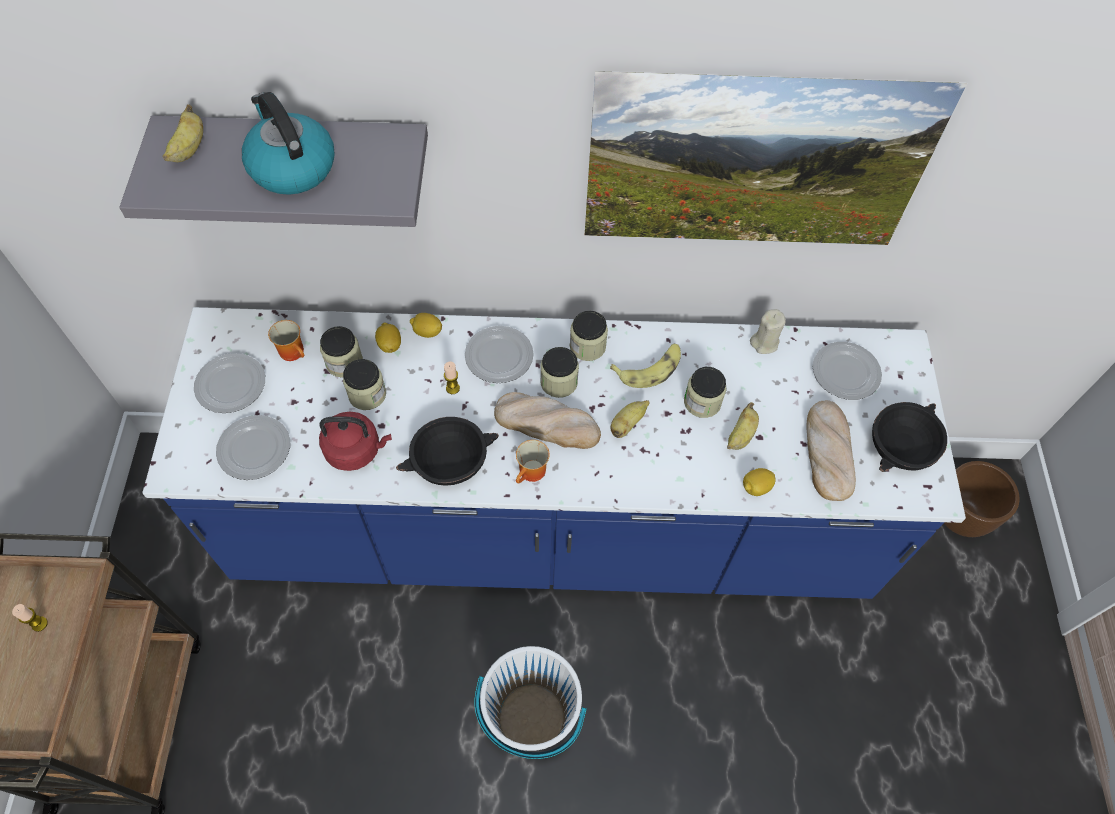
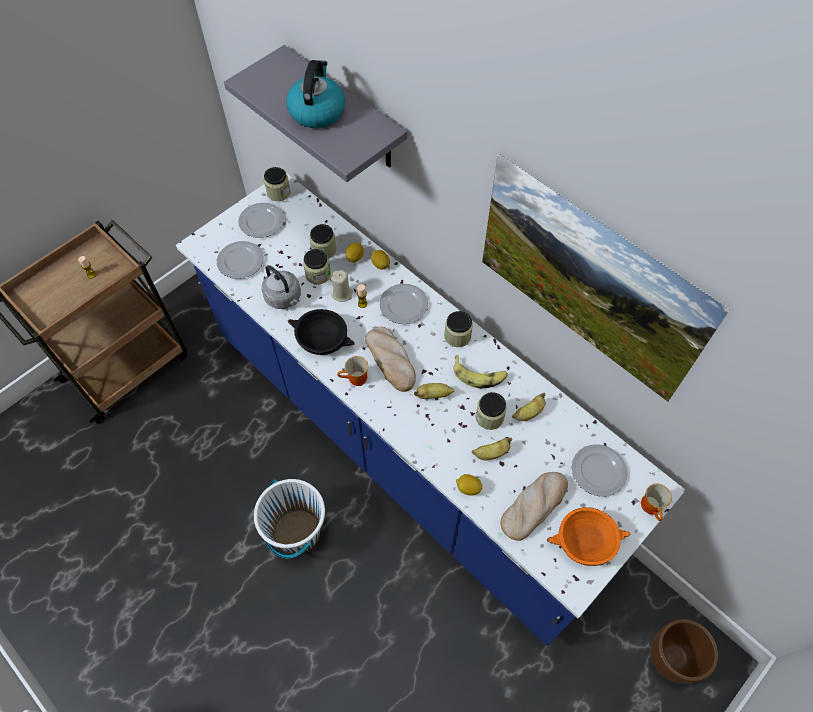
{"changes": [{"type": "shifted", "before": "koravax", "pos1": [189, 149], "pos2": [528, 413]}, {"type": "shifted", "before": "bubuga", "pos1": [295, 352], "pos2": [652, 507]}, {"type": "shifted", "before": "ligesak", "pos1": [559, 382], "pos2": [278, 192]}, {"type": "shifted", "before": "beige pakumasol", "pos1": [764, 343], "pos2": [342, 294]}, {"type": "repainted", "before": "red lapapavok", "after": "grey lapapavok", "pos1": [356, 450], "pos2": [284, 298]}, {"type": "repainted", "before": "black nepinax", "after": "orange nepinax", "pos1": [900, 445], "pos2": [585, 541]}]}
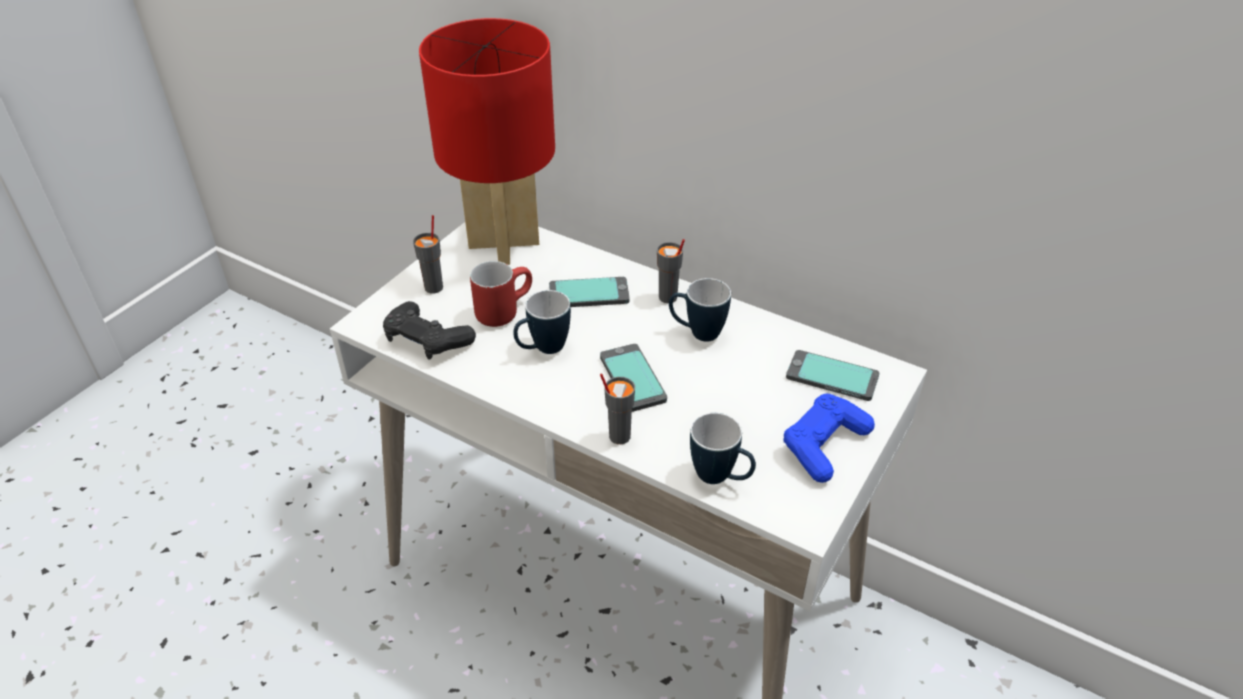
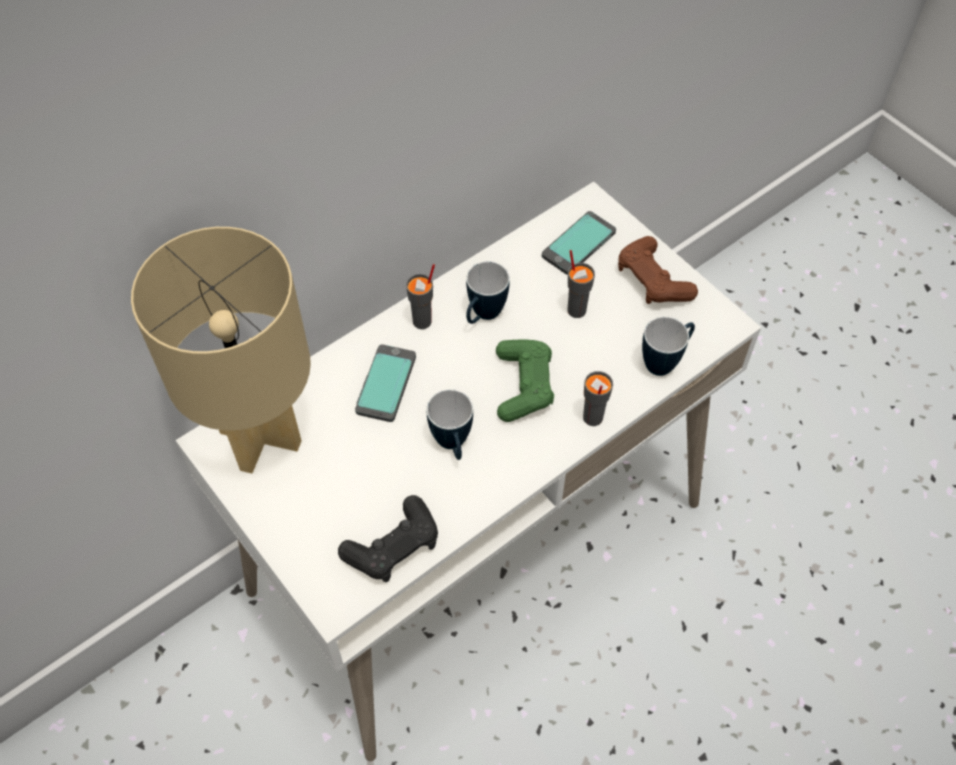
{"changes": [{"type": "gone", "before": "red bubuga", "pos1": [503, 310]}, {"type": "shifted", "before": "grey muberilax", "pos1": [434, 287], "pos2": [576, 310]}, {"type": "swapped", "before": "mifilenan", "after": "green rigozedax", "pos1": [632, 379], "pos2": [523, 385]}, {"type": "repainted", "before": "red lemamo", "after": "beige lemamo", "pos1": [503, 243], "pos2": [259, 437]}, {"type": "repainted", "before": "blue rigozedax", "after": "brown rigozedax", "pos1": [824, 445], "pos2": [653, 281]}]}
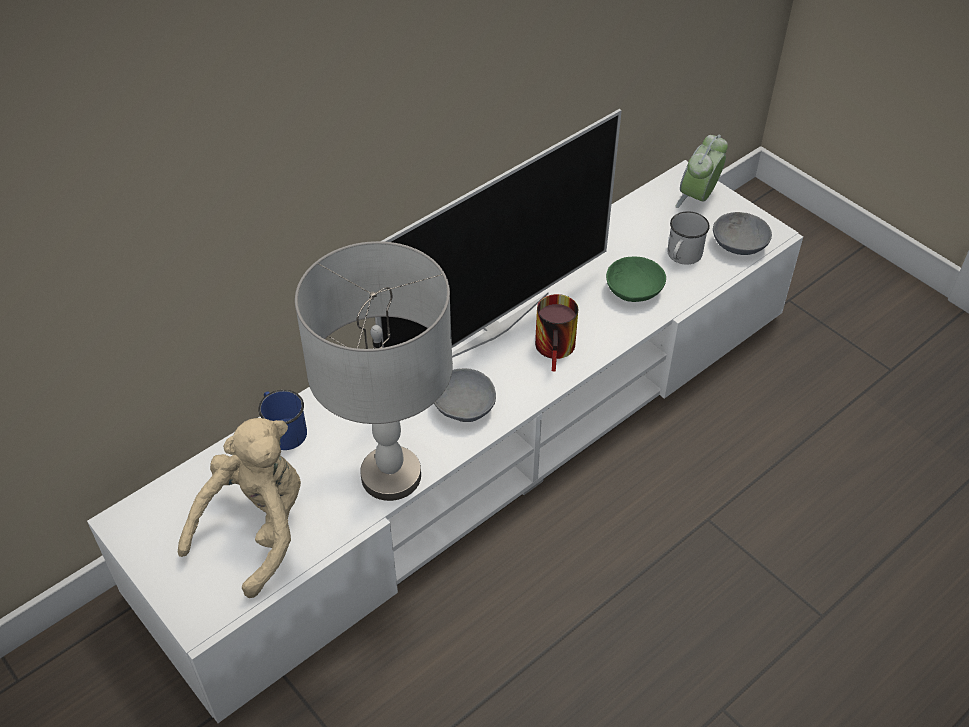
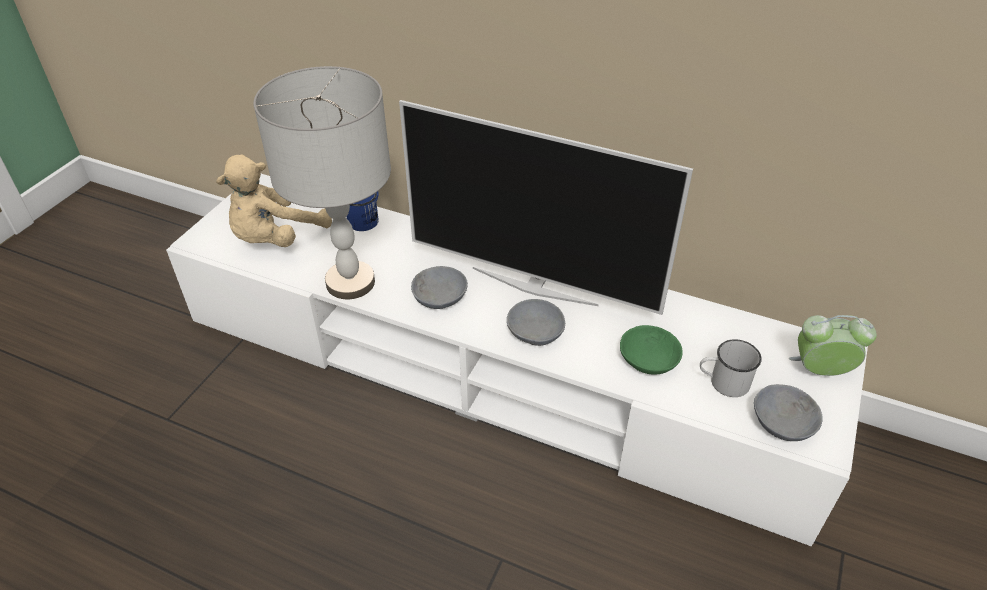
{"changes": [{"type": "swapped", "before": "bubuga", "after": "grey nepinax", "pos1": [558, 349], "pos2": [537, 332]}, {"type": "rotated", "before": "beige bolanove", "pos1": [257, 529], "pos2": [276, 238], "turn": 120}]}
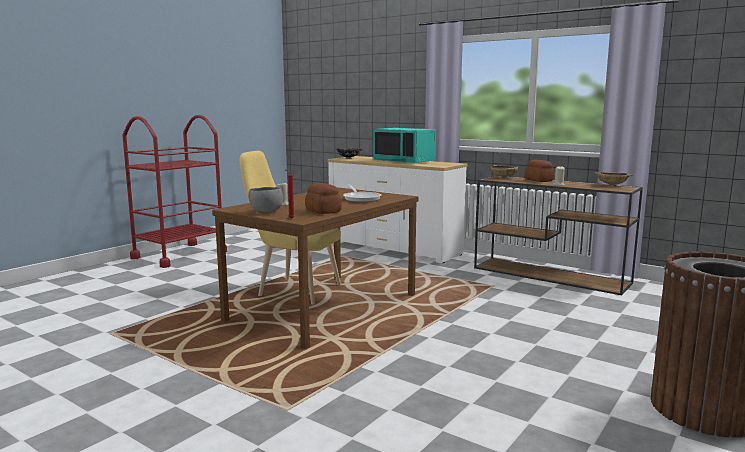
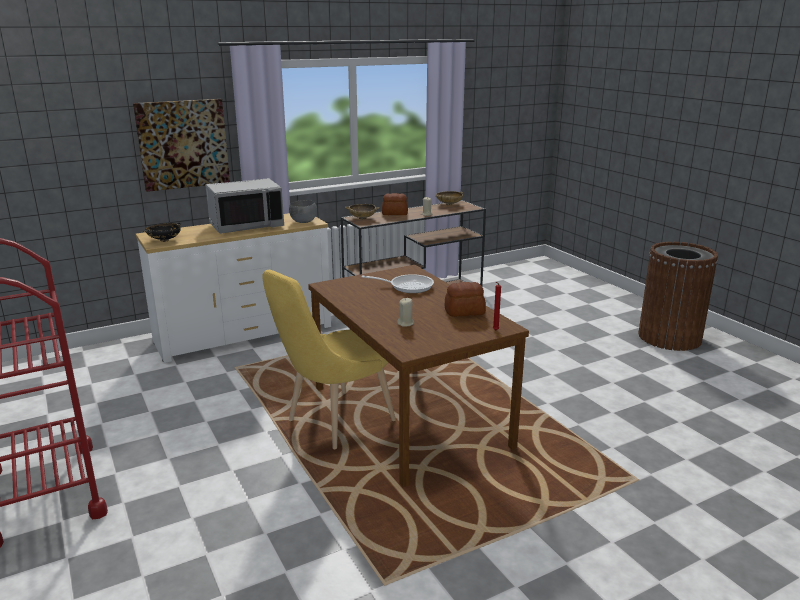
{"changes": [{"type": "new", "after": "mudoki", "pos2": [183, 144]}, {"type": "shifted", "before": "grey nepinax", "pos1": [265, 212], "pos2": [303, 222]}, {"type": "repainted", "before": "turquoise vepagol", "after": "grey vepagol", "pos1": [405, 161], "pos2": [246, 225]}]}
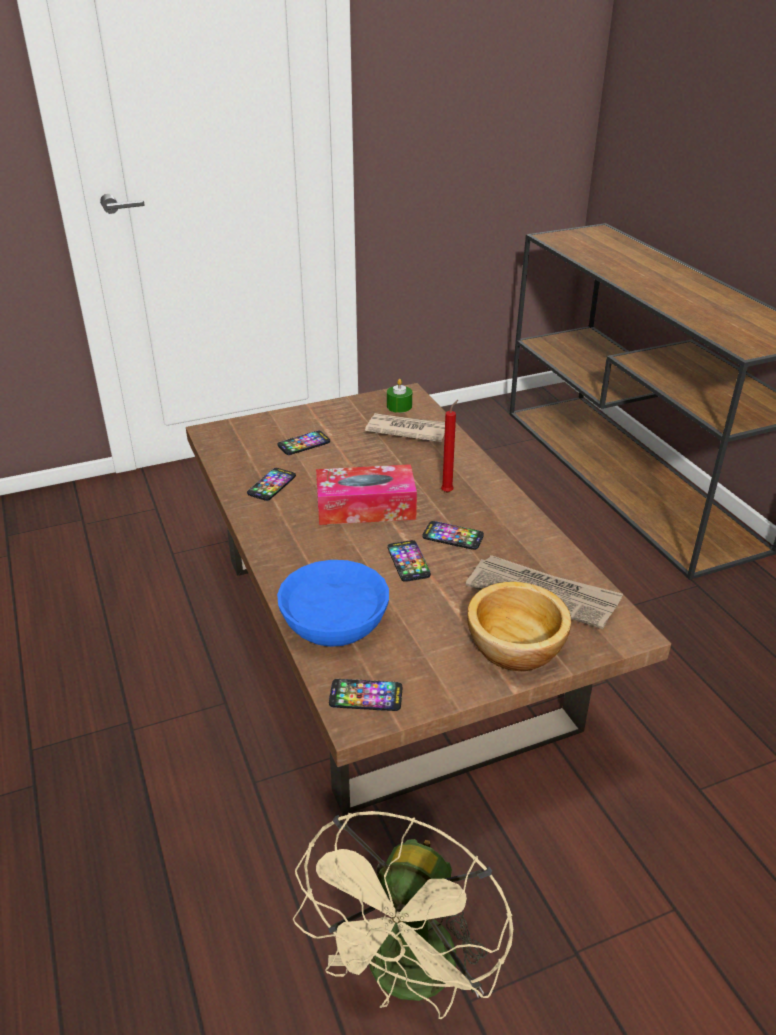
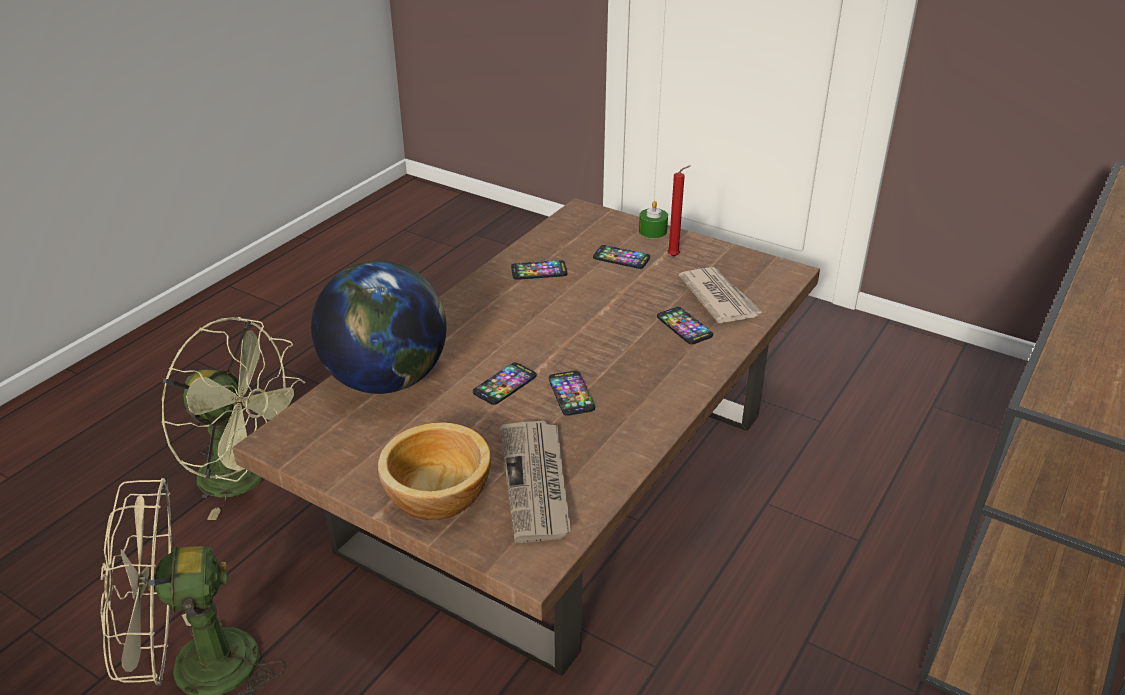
{"changes": [{"type": "gone", "before": "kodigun", "pos1": [365, 507]}, {"type": "new", "after": "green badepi", "pos2": [247, 478]}, {"type": "shifted", "before": "mifilenan", "pos1": [366, 696], "pos2": [684, 326]}, {"type": "shifted", "before": "green pakumasol", "pos1": [399, 406], "pos2": [652, 231]}, {"type": "shifted", "before": "red pakumasol", "pos1": [448, 491], "pos2": [675, 256]}, {"type": "swapped", "before": "blue nepinax", "after": "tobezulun", "pos1": [334, 619], "pos2": [387, 379]}]}
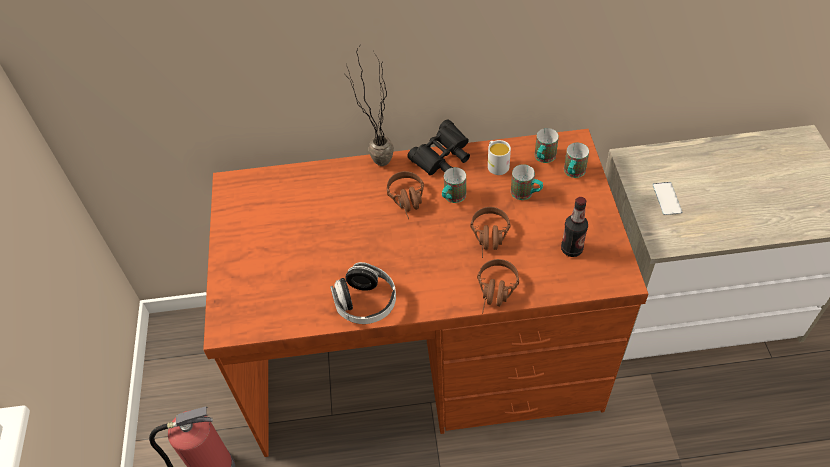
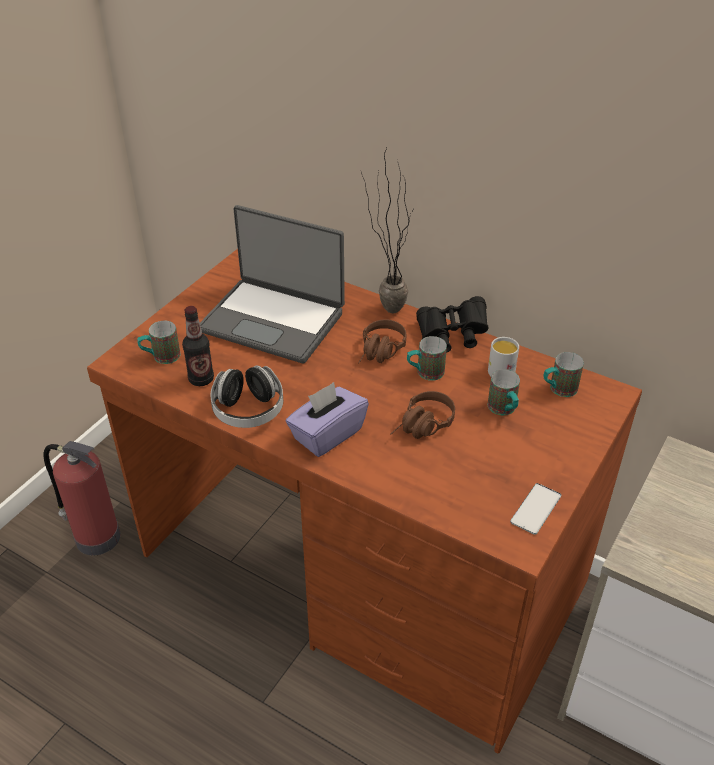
{"changes": [{"type": "gone", "before": "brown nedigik", "pos1": [496, 293]}, {"type": "new", "after": "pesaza", "pos2": [273, 320]}, {"type": "new", "after": "purple kodigun", "pos2": [327, 434]}, {"type": "shifted", "before": "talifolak", "pos1": [571, 249], "pos2": [201, 379]}, {"type": "shifted", "before": "bubuga", "pos1": [572, 173], "pos2": [161, 357]}, {"type": "shifted", "before": "mifilenan", "pos1": [667, 198], "pos2": [535, 509]}]}
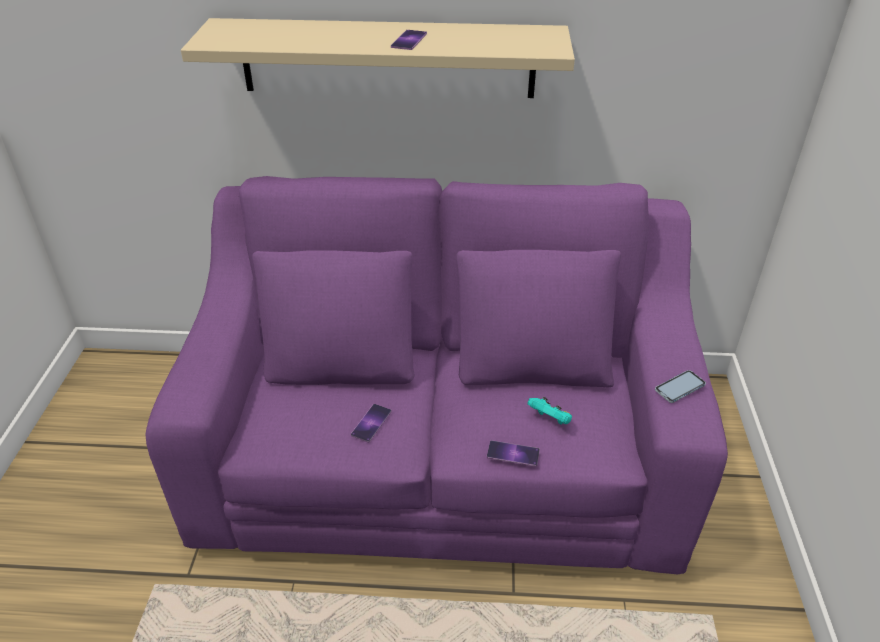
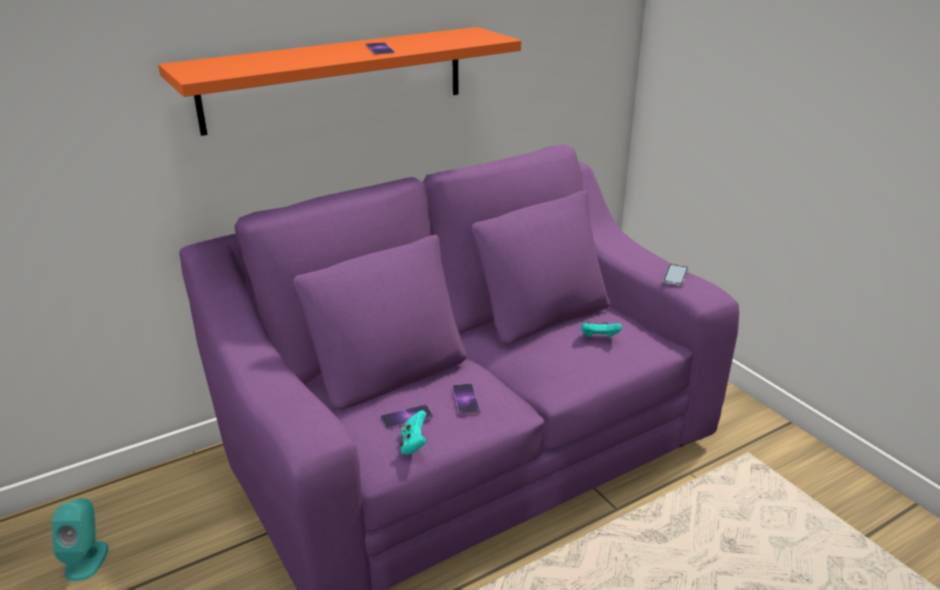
{"changes": [{"type": "new", "after": "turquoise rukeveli", "pos2": [87, 560]}, {"type": "new", "after": "turquoise rigozedax", "pos2": [413, 444]}, {"type": "shifted", "before": "mifilenan", "pos1": [513, 453], "pos2": [406, 417]}, {"type": "repainted", "before": "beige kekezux", "after": "orange kekezux", "pos1": [388, 58], "pos2": [336, 78]}]}
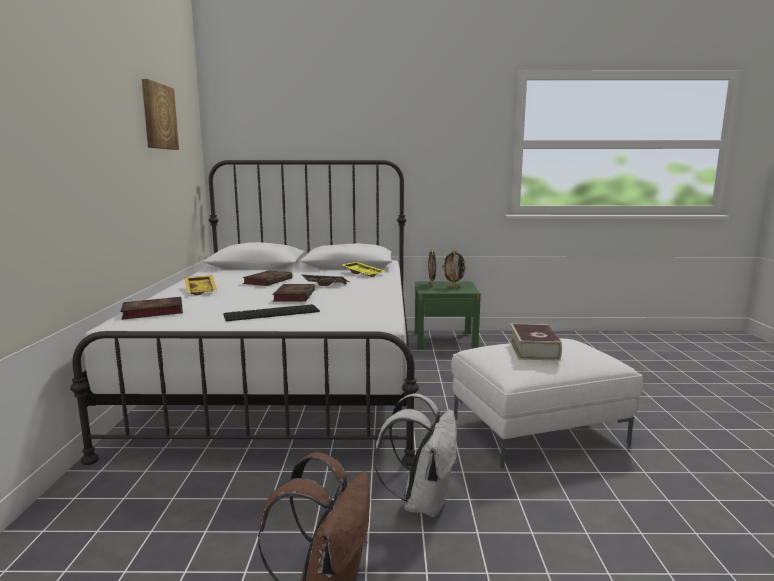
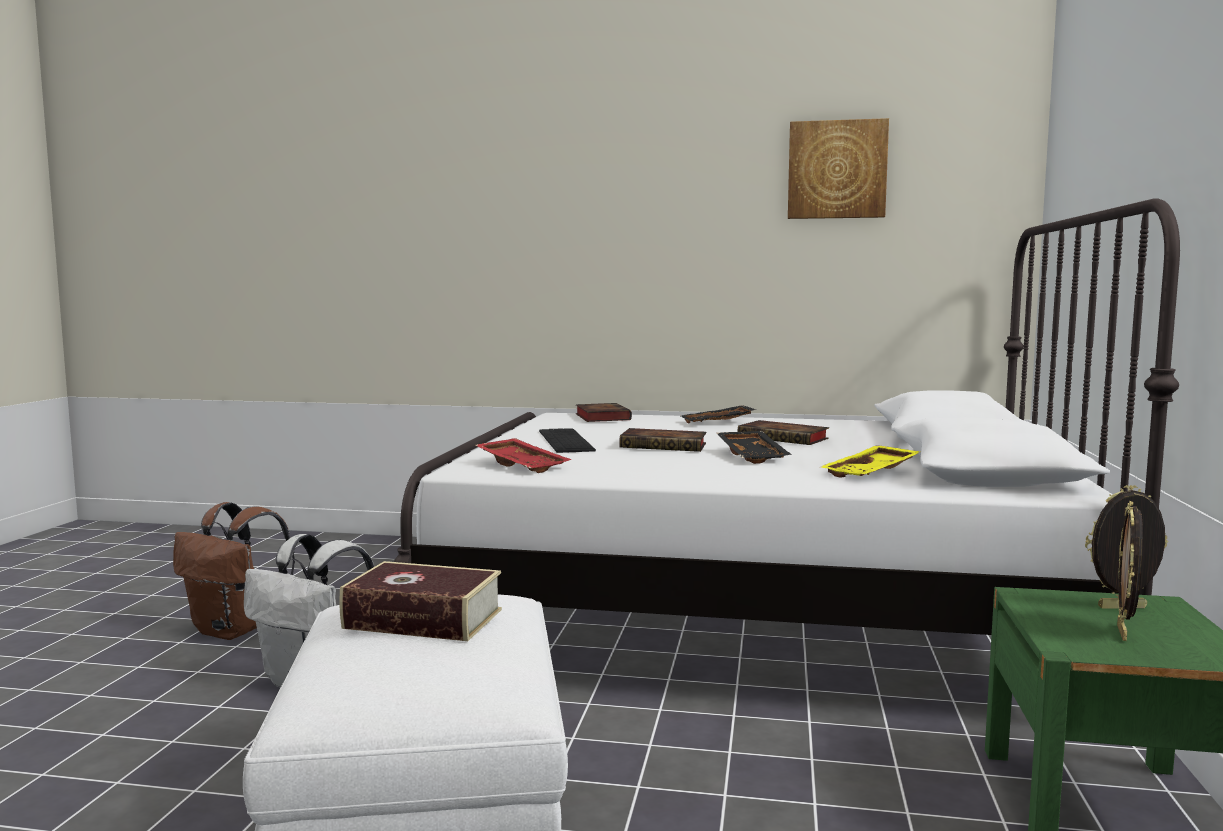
{"changes": [{"type": "new", "after": "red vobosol", "pos2": [524, 465]}, {"type": "repainted", "before": "yellow vobosol", "after": "black vobosol", "pos1": [201, 290], "pos2": [717, 423]}]}
